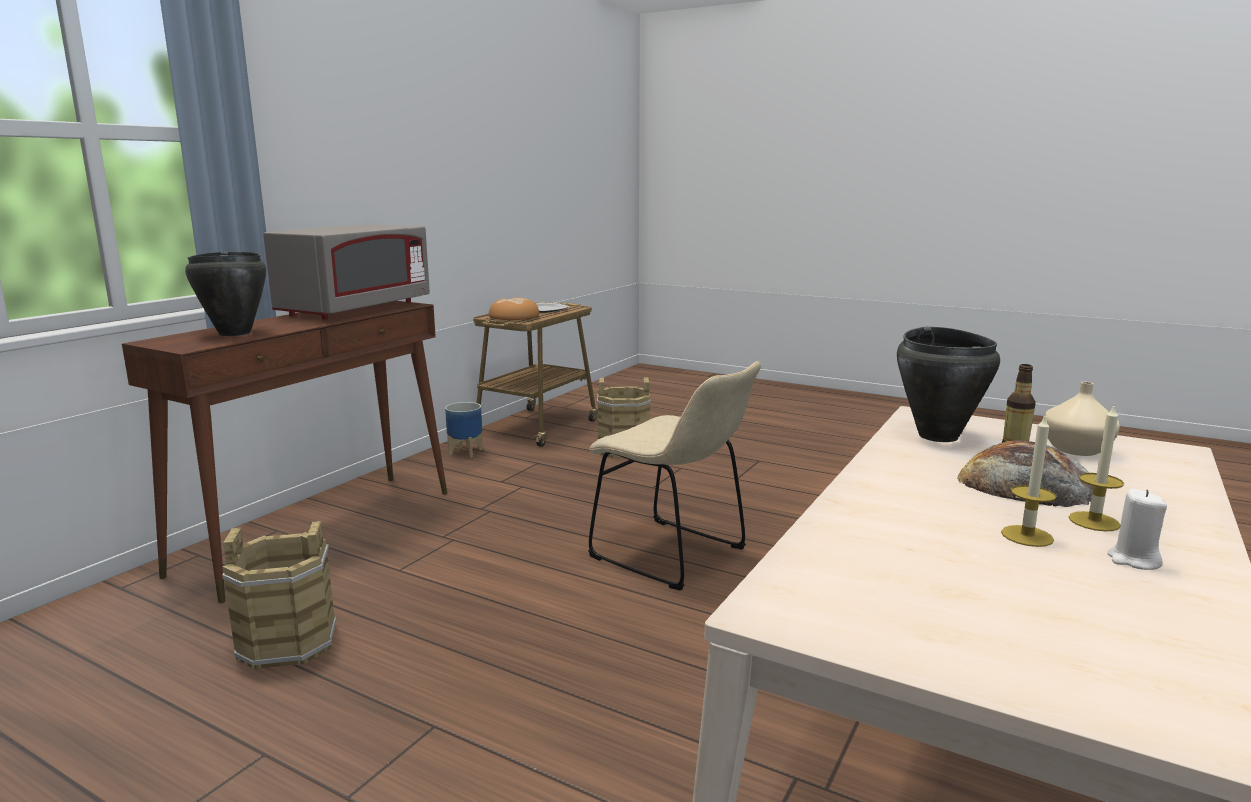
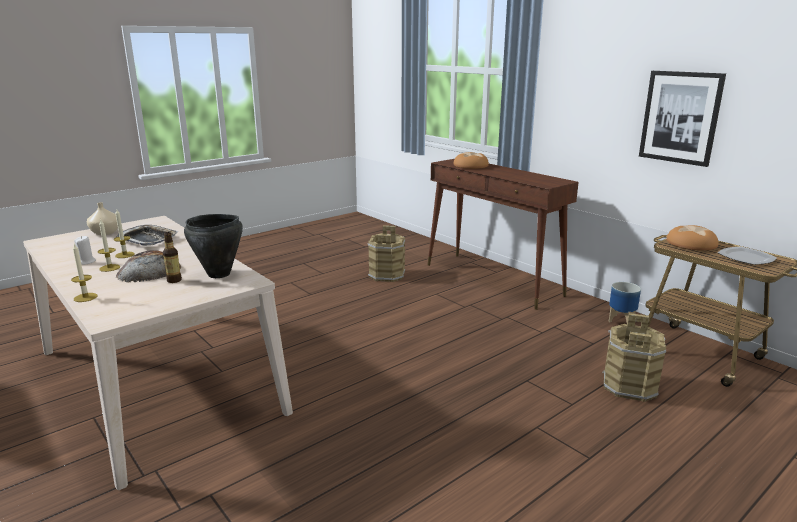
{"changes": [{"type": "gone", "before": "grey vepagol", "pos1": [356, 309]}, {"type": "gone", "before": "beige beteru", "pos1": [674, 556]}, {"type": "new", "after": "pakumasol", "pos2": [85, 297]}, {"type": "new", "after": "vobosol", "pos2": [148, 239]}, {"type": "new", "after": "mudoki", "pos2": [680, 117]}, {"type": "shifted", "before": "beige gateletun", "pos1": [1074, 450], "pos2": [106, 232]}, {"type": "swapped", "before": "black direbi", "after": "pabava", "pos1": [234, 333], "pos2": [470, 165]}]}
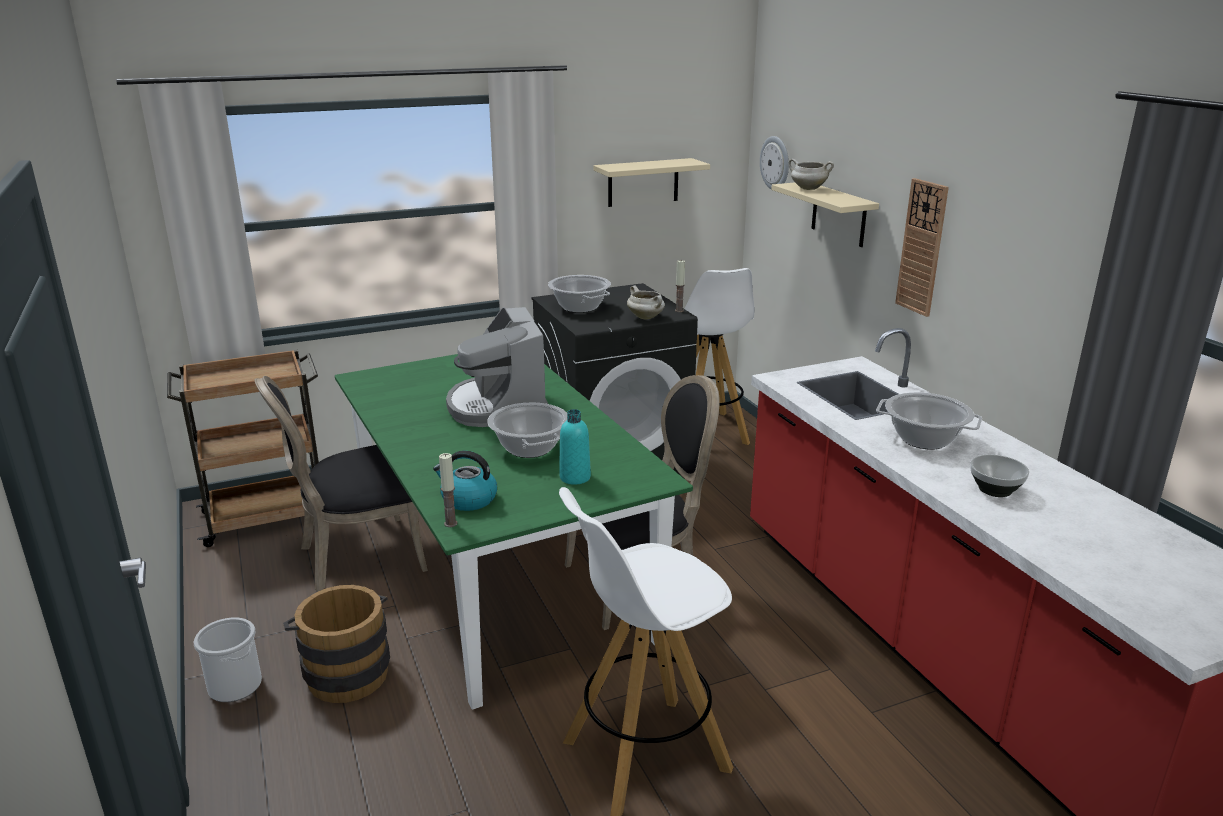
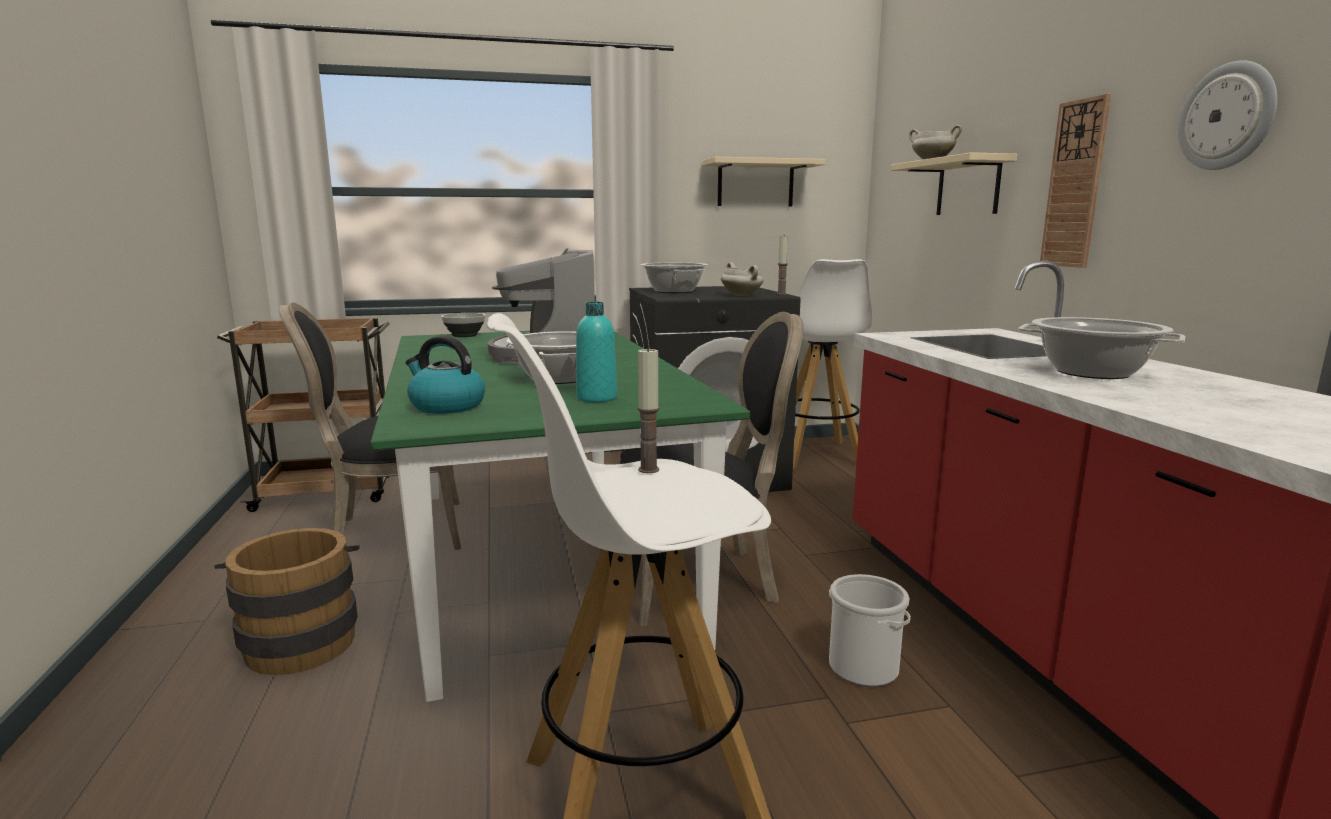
{"changes": [{"type": "shifted", "before": "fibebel", "pos1": [234, 685], "pos2": [862, 667]}, {"type": "shifted", "before": "pakumasol", "pos1": [450, 523], "pos2": [648, 470]}, {"type": "shifted", "before": "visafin", "pos1": [775, 163], "pos2": [1227, 116]}, {"type": "shifted", "before": "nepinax", "pos1": [995, 490], "pos2": [464, 335]}]}
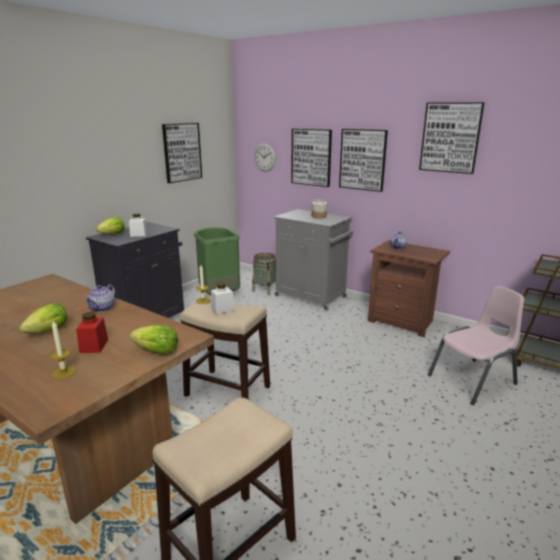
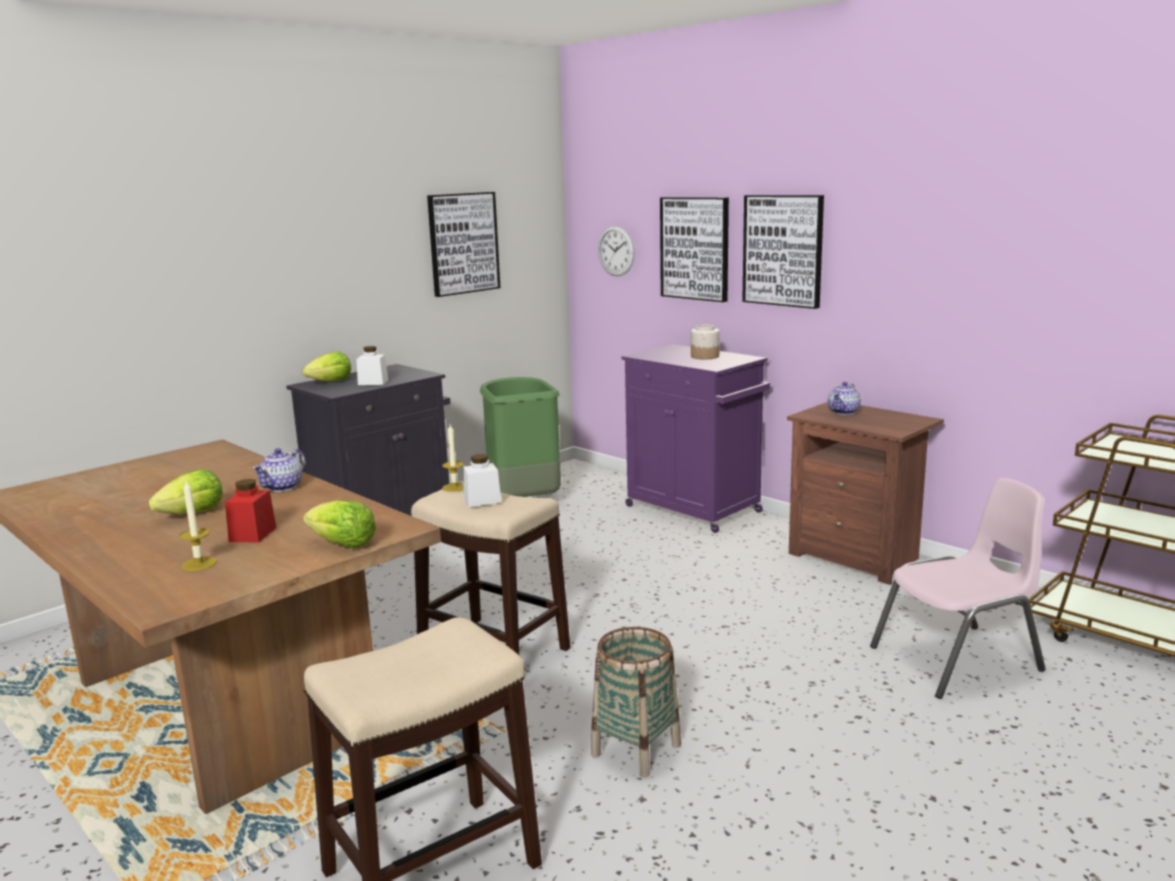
{"changes": [{"type": "gone", "before": "mudoki", "pos1": [450, 137]}, {"type": "shifted", "before": "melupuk", "pos1": [265, 290], "pos2": [635, 750]}, {"type": "repainted", "before": "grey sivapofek", "after": "purple sivapofek", "pos1": [312, 297], "pos2": [695, 510]}]}
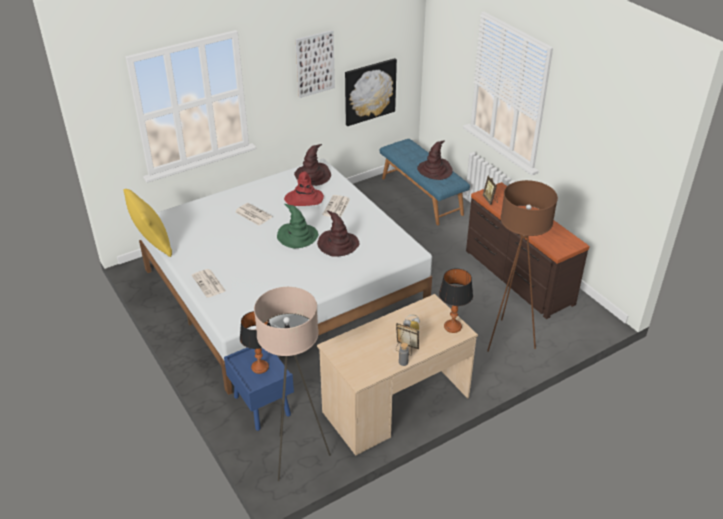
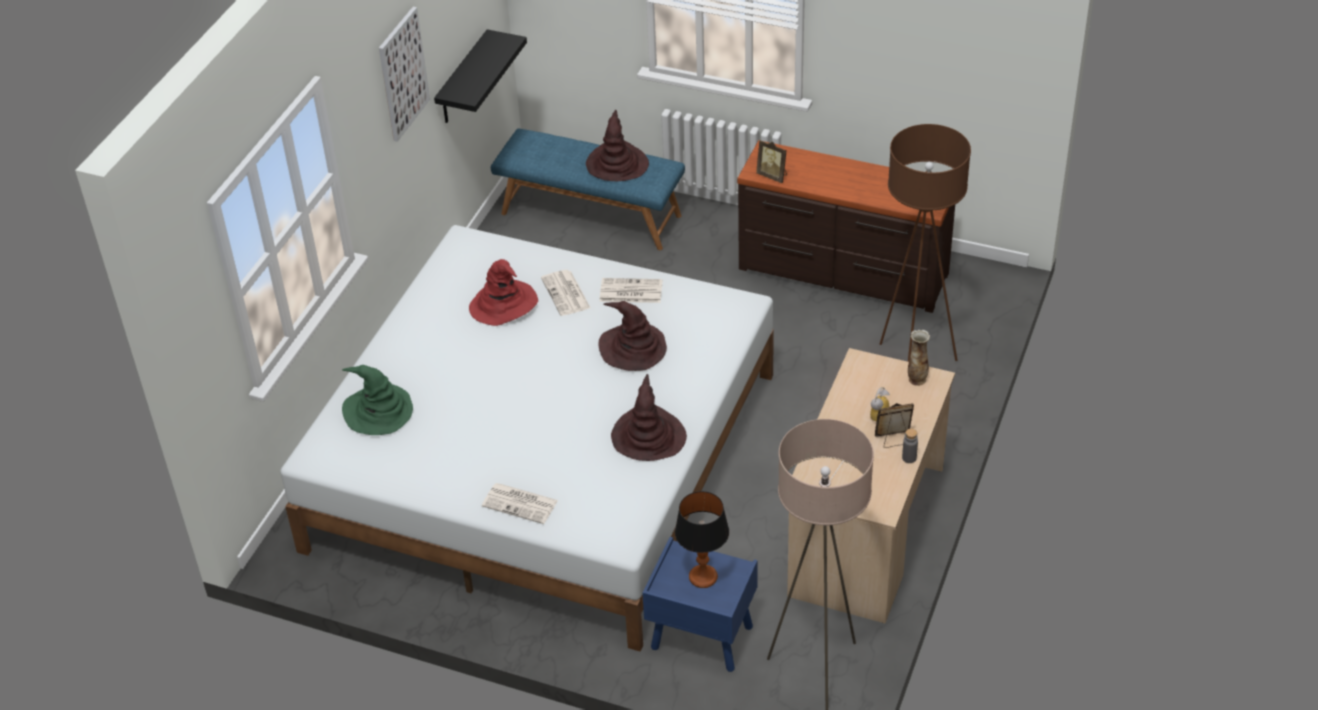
{"changes": [{"type": "gone", "before": "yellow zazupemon", "pos1": [152, 244]}, {"type": "shifted", "before": "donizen", "pos1": [253, 214], "pos2": [630, 291]}, {"type": "shifted", "before": "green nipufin", "pos1": [297, 236], "pos2": [379, 411]}, {"type": "shifted", "before": "brown nipufin", "pos1": [313, 175], "pos2": [648, 436]}, {"type": "swapped", "before": "mudoki", "after": "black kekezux", "pos1": [369, 91], "pos2": [463, 79]}, {"type": "swapped", "before": "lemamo", "after": "gateletun", "pos1": [453, 326], "pos2": [917, 379]}]}
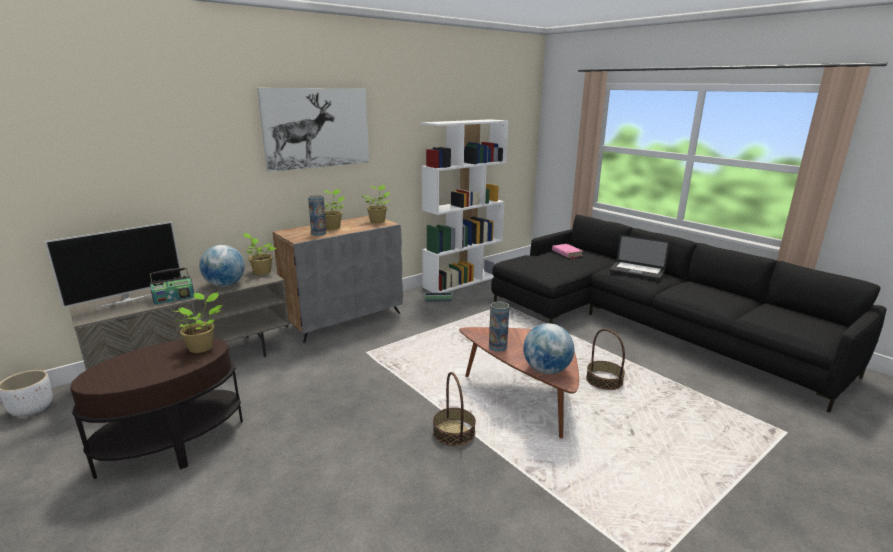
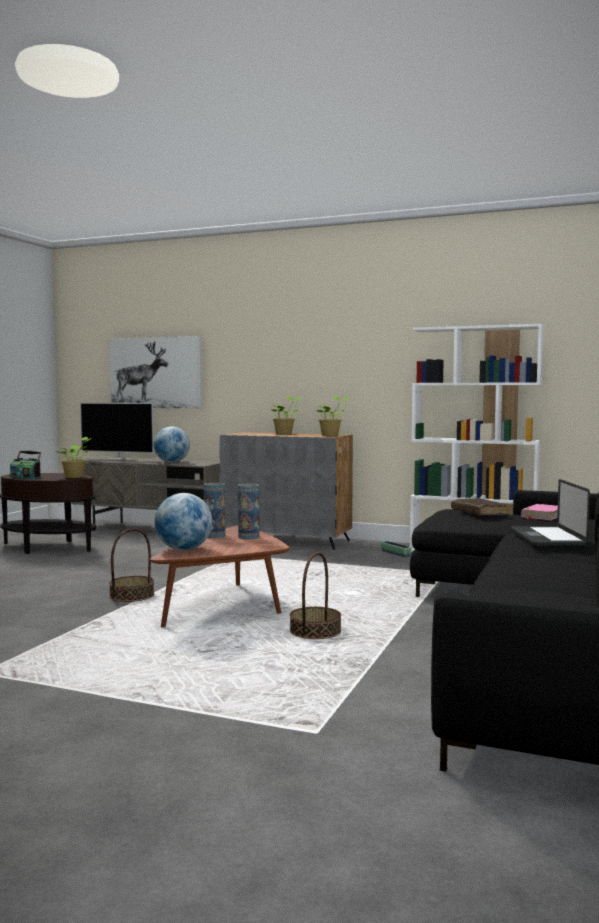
{"changes": [{"type": "gone", "before": "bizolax", "pos1": [261, 272]}, {"type": "new", "after": "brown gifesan", "pos2": [478, 513]}, {"type": "shifted", "before": "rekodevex", "pos1": [174, 298], "pos2": [26, 477]}, {"type": "shifted", "before": "mudoki", "pos1": [317, 128], "pos2": [155, 373]}, {"type": "shifted", "before": "gateletun", "pos1": [318, 233], "pos2": [248, 537]}]}
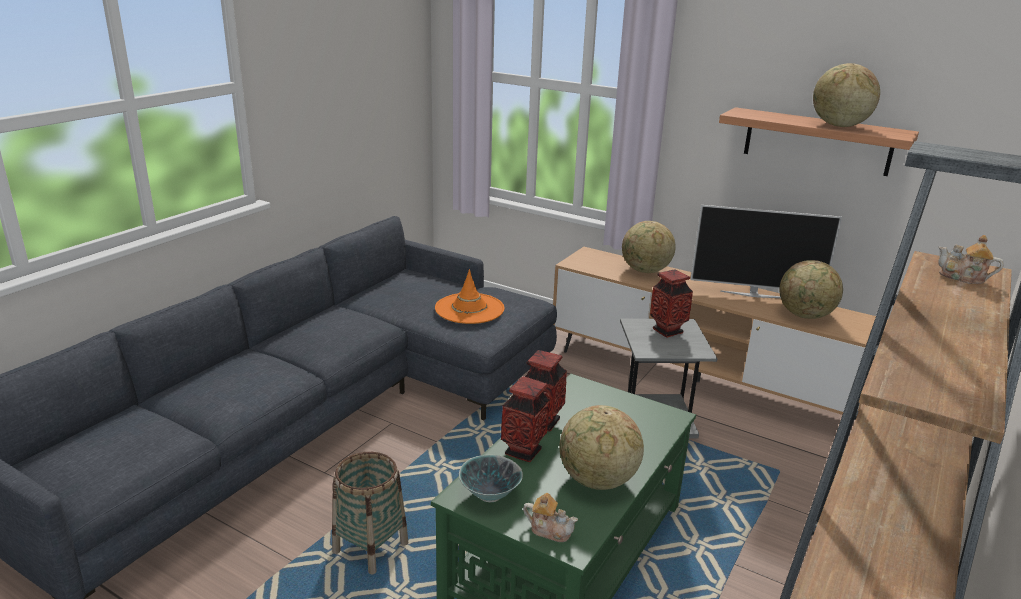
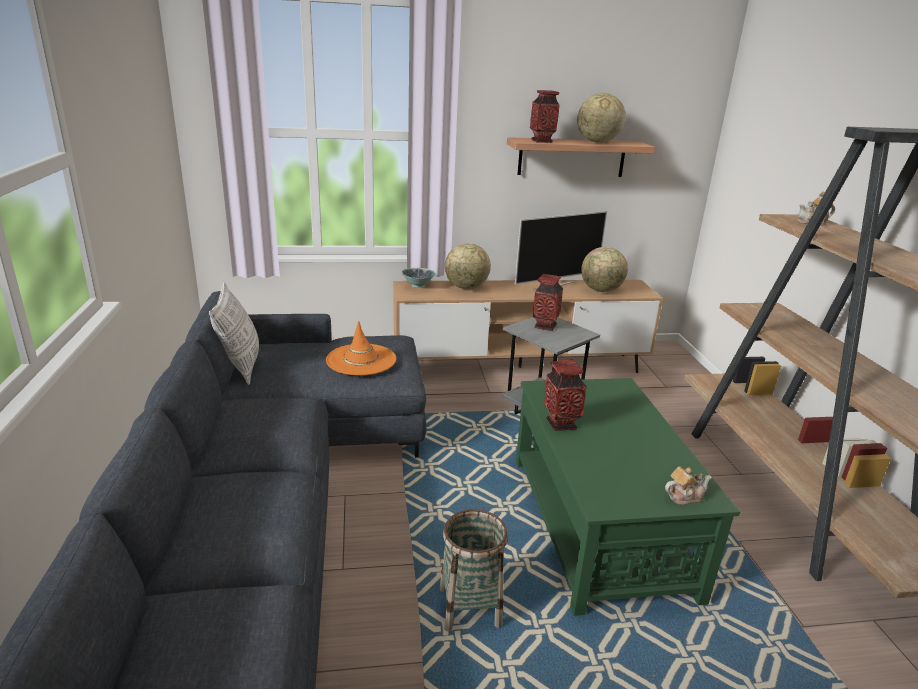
{"changes": [{"type": "gone", "before": "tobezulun", "pos1": [597, 480]}, {"type": "new", "after": "zazupemon", "pos2": [241, 366]}, {"type": "shifted", "before": "nepinax", "pos1": [489, 496], "pos2": [418, 286]}, {"type": "shifted", "before": "gateletun", "pos1": [523, 451], "pos2": [541, 141]}]}
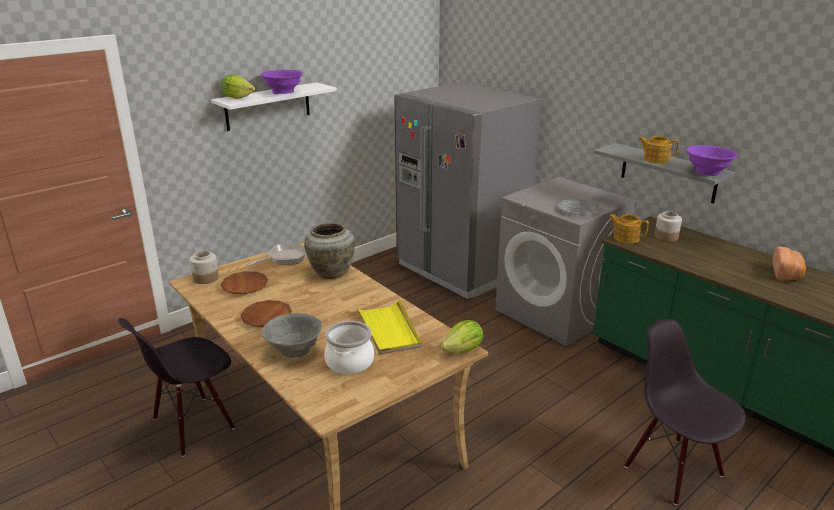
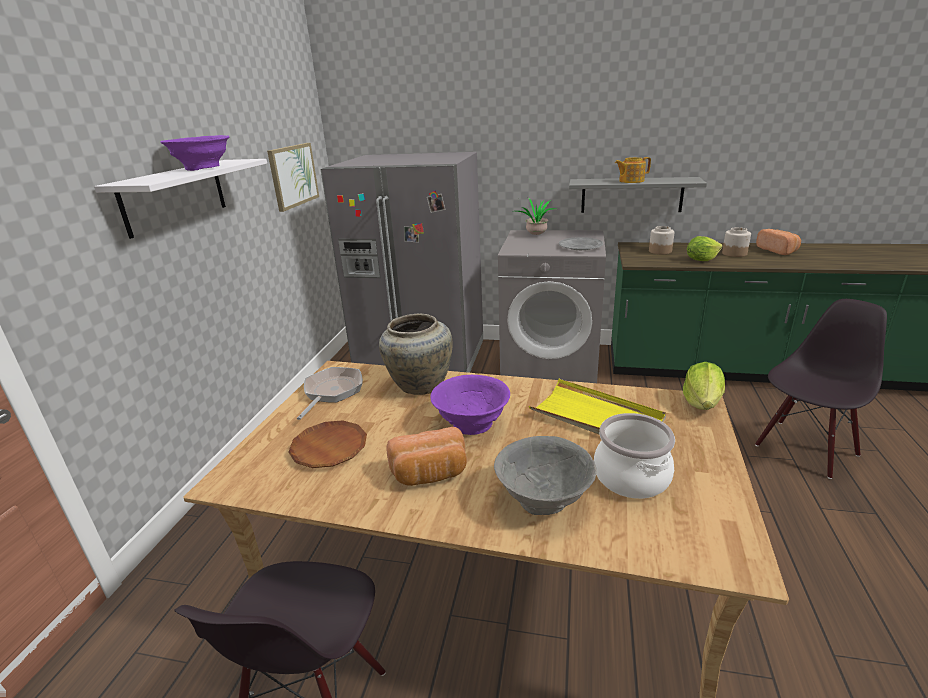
{"changes": [{"type": "gone", "before": "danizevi", "pos1": [625, 238]}, {"type": "new", "after": "mudoki", "pos2": [293, 175]}, {"type": "new", "after": "bizolax", "pos2": [535, 235]}, {"type": "shifted", "before": "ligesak", "pos1": [206, 278], "pos2": [734, 253]}, {"type": "shifted", "before": "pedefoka", "pos1": [237, 97], "pos2": [701, 260]}, {"type": "shifted", "before": "purple nepinax", "pos1": [707, 172], "pos2": [471, 424]}, {"type": "swapped", "before": "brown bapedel", "after": "pabava", "pos1": [266, 317], "pos2": [430, 474]}, {"type": "rotated", "before": "black beteru", "pos1": [674, 470], "pos2": [804, 449], "turn": 120}]}
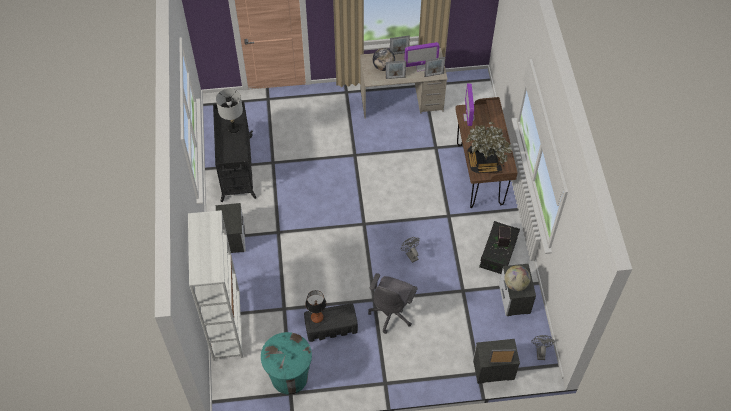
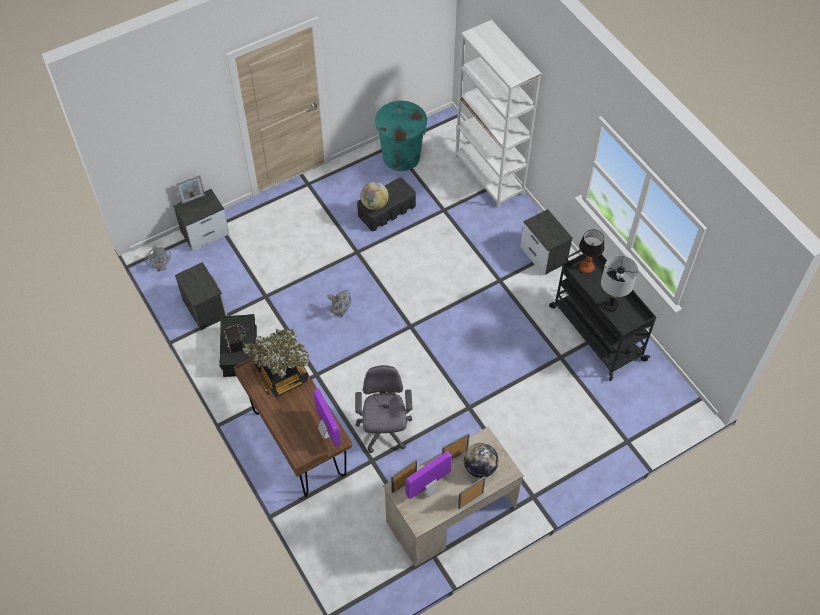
{"changes": [{"type": "shifted", "before": "lemamo", "pos1": [317, 318], "pos2": [586, 267]}, {"type": "shifted", "before": "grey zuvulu", "pos1": [392, 313], "pos2": [384, 430]}, {"type": "shifted", "before": "tobezulun", "pos1": [515, 284], "pos2": [374, 204]}]}
